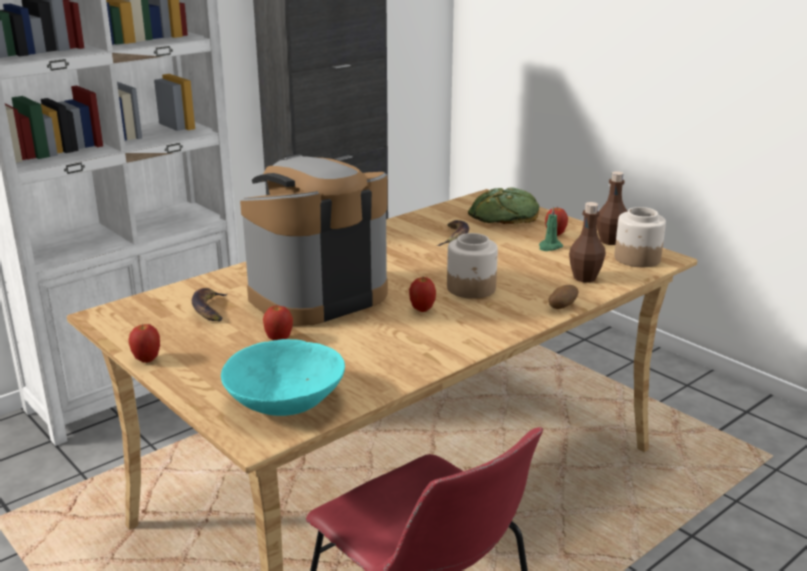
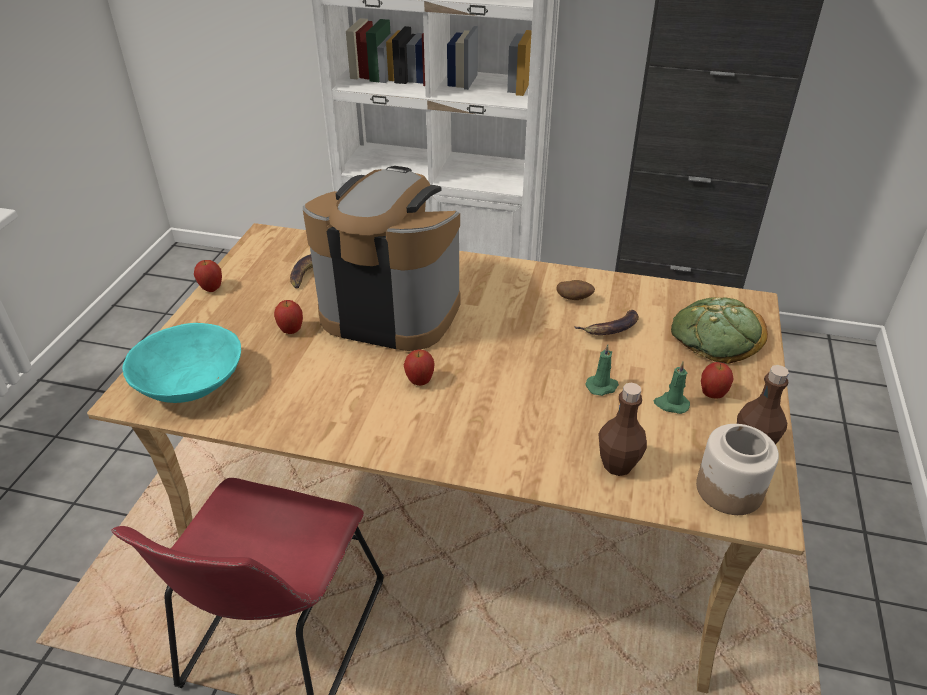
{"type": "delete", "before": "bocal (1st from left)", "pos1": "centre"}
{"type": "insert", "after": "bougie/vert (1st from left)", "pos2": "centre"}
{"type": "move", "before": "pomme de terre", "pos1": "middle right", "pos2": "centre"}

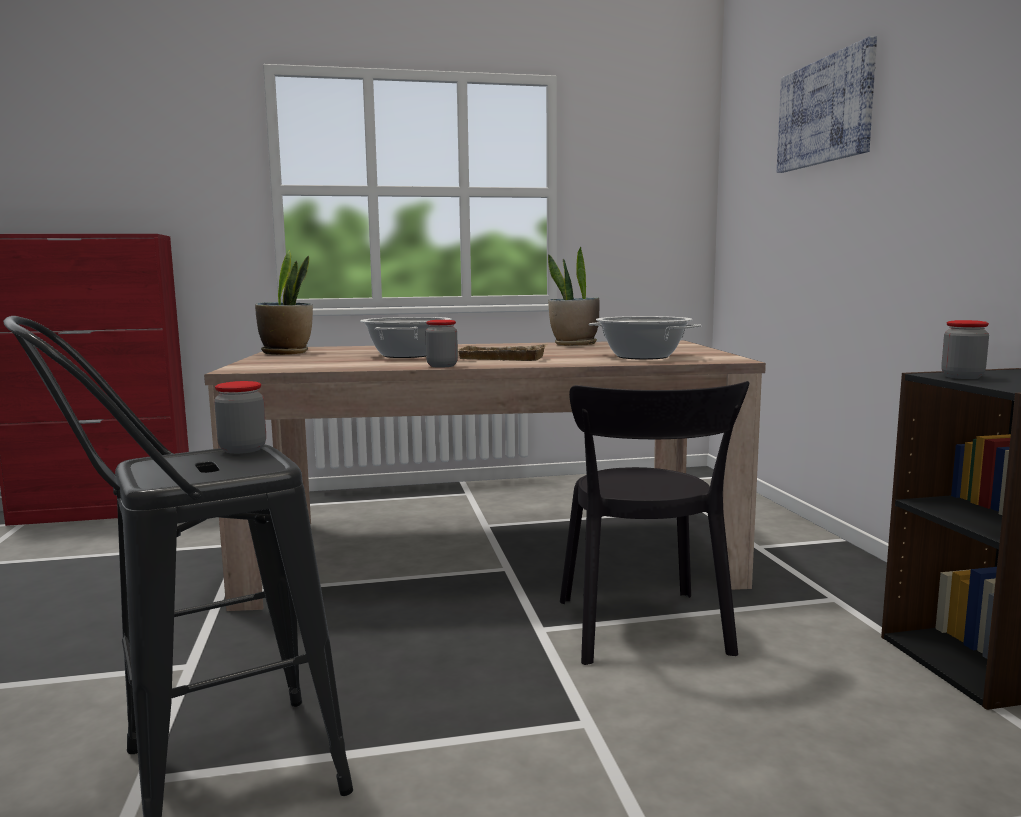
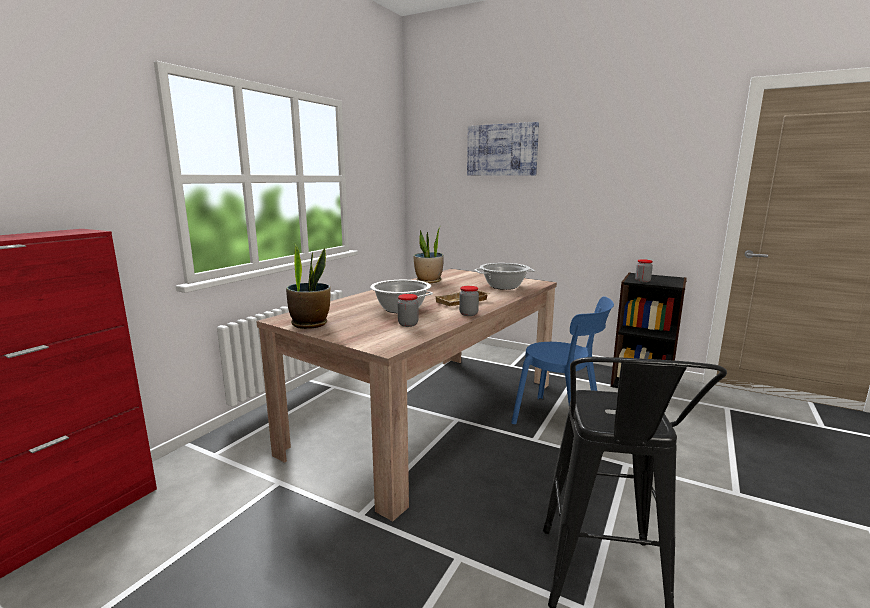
{"type": "move", "before": "bocal (1st from left)", "pos1": "middle left", "pos2": "centre"}
{"type": "recolor", "before": "chaise/noir", "after": "chaise/bleu", "pos1": "centre", "pos2": "centre"}

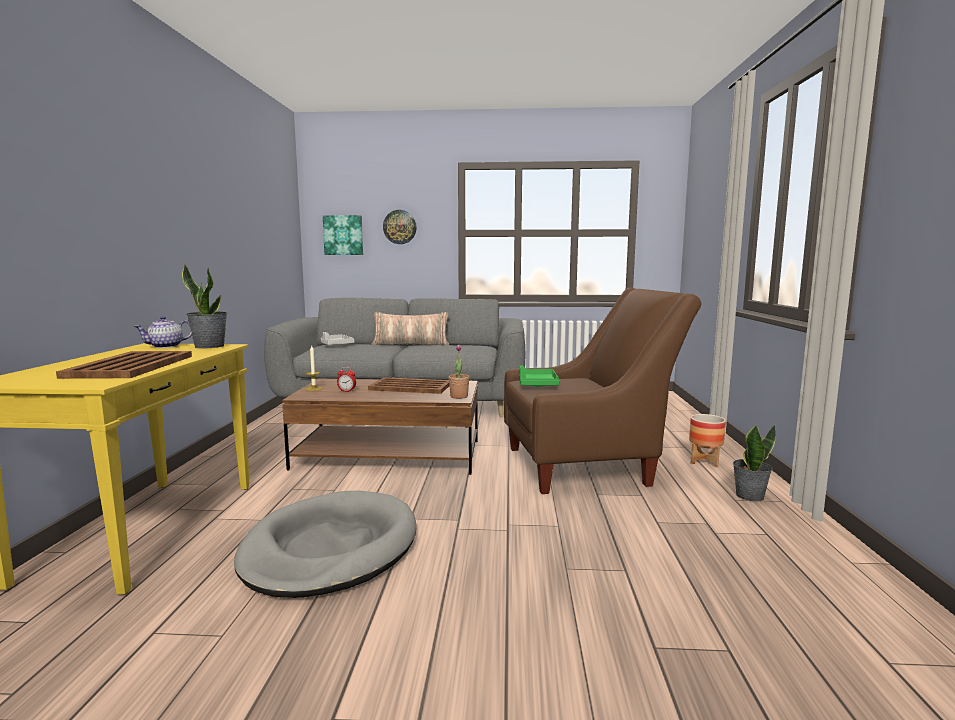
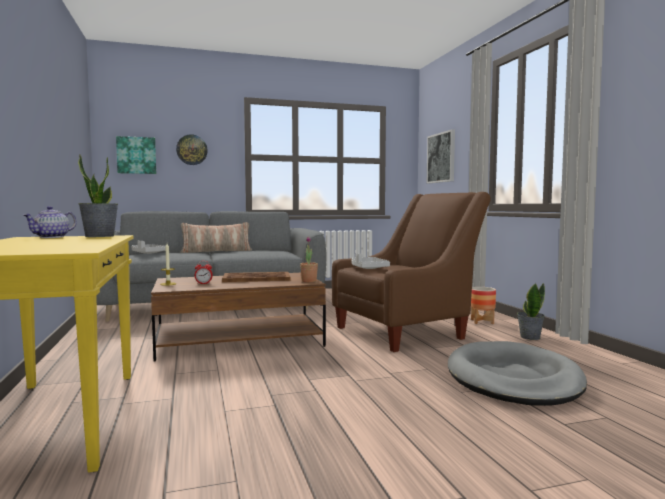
{"type": "delete", "before": "plateau/marron (1st from left)", "pos1": "middle left"}
{"type": "insert", "after": "tableau (2nd from left)", "pos2": "top centre"}
{"type": "move", "before": "panier pour chien/gris", "pos1": "bottom centre", "pos2": "bottom right"}
{"type": "recolor", "before": "plateau/vert", "after": "plateau/gris (2nd from left)", "pos1": "centre", "pos2": "centre"}

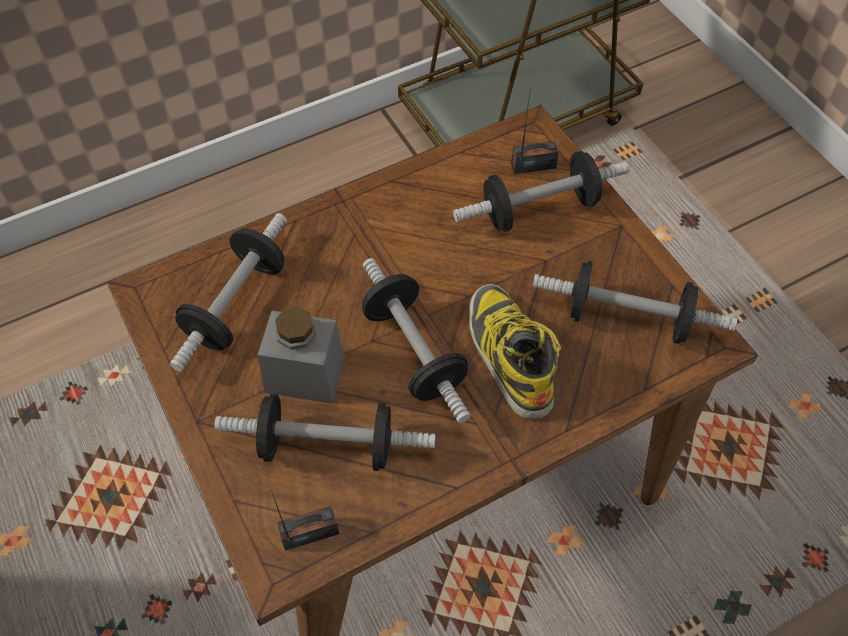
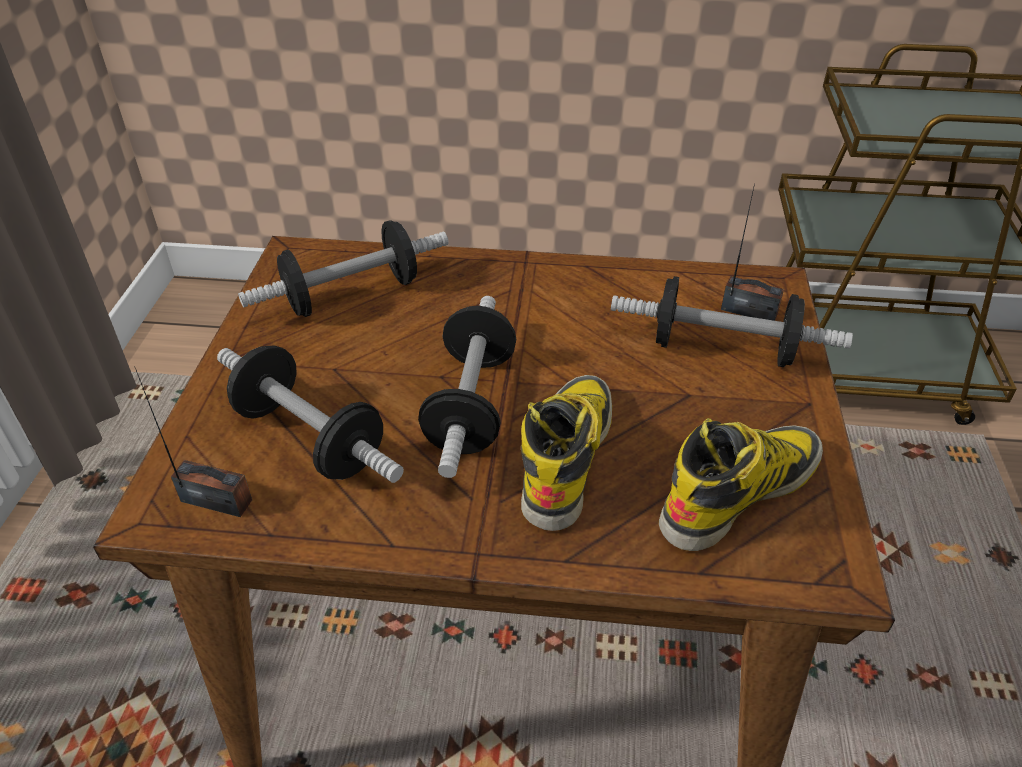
{"type": "delete", "before": "bocal/gris", "pos1": "centre"}
{"type": "replace", "before": "haltère (5th from left)", "after": "botte (2nd from left)", "pos1": "middle right", "pos2": "middle right"}

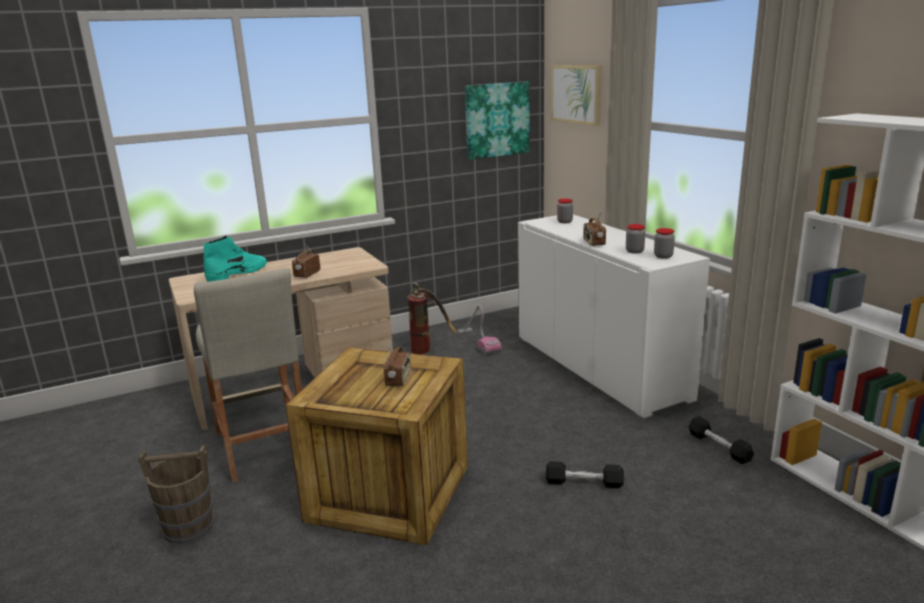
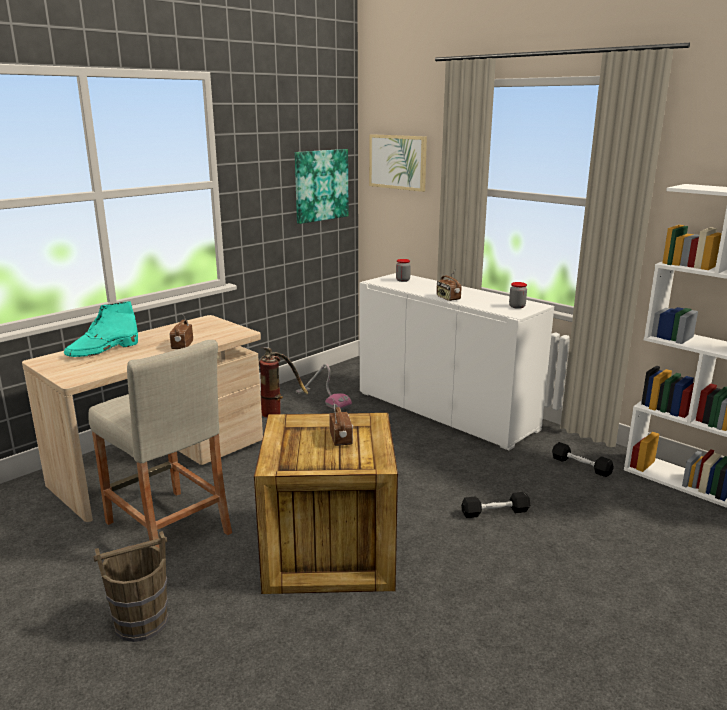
{"type": "delete", "before": "bocal (2nd from left)", "pos1": "middle right"}
{"type": "rotate", "before": "botte/turquoise", "pos1": "middle left", "pos2": "middle left", "turn": -150}

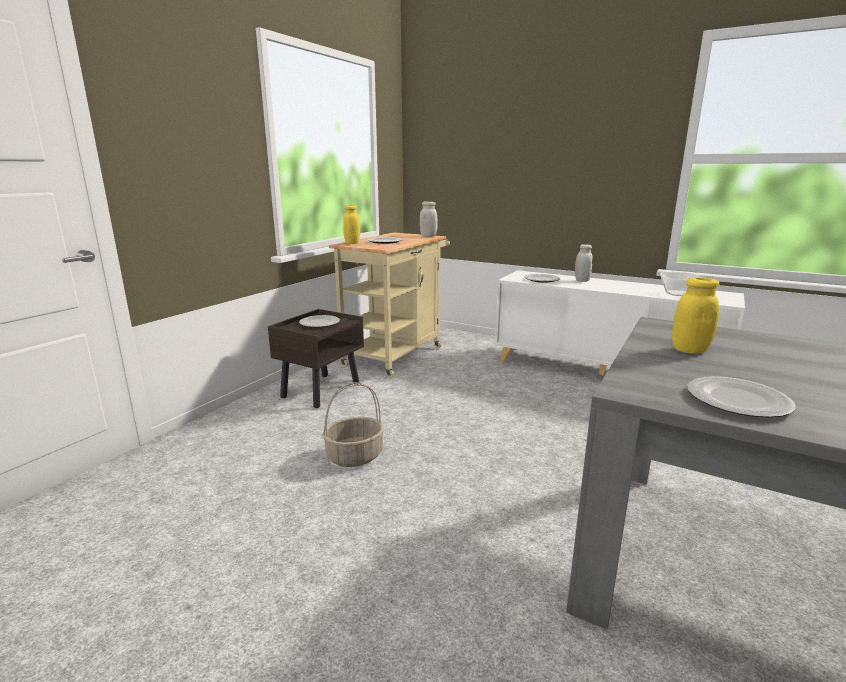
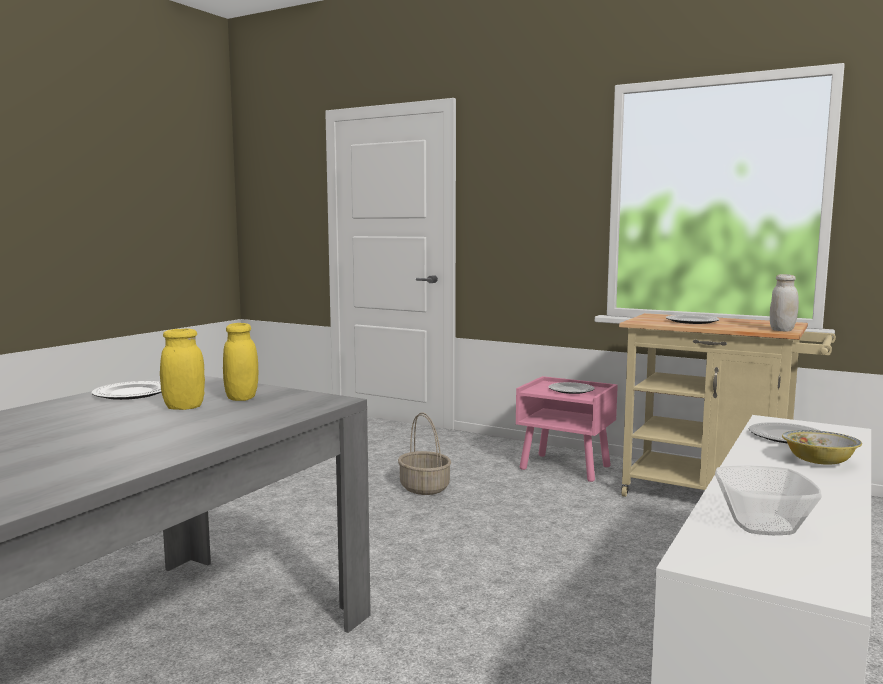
{"type": "move", "before": "bocal/jaune (1st from left)", "pos1": "top centre", "pos2": "middle left"}
{"type": "replace", "before": "bocal/blanc (2nd from left)", "after": "bol (2nd from left)", "pos1": "middle right", "pos2": "middle right"}
{"type": "recolor", "before": "table de chevet/marron", "after": "table de chevet/rose", "pos1": "centre", "pos2": "centre"}

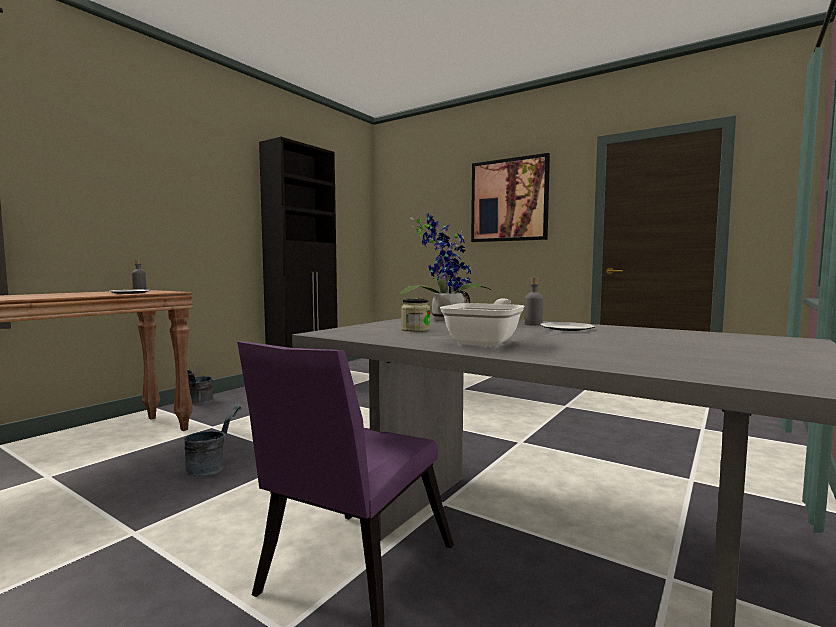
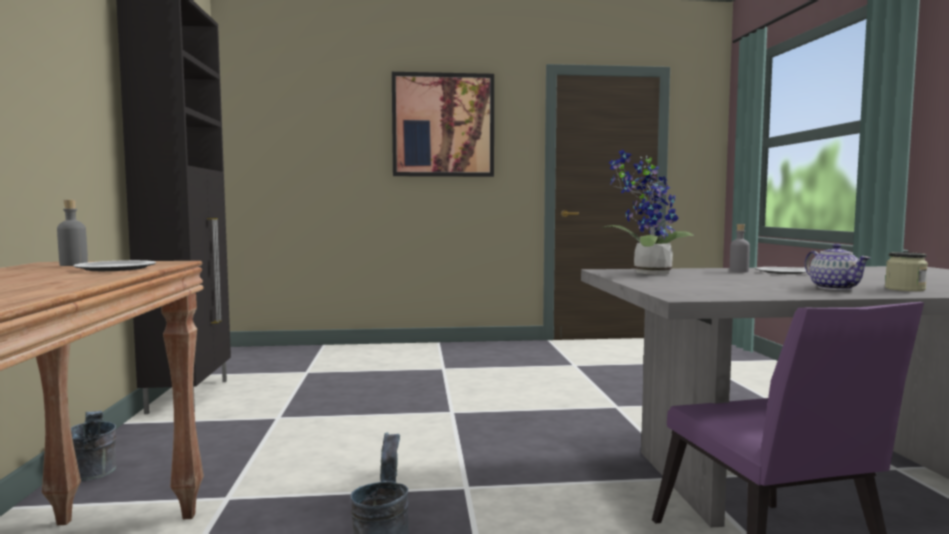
{"type": "move", "before": "bocal", "pos1": "centre", "pos2": "middle right"}
{"type": "replace", "before": "poêle", "after": "théière", "pos1": "centre", "pos2": "middle right"}

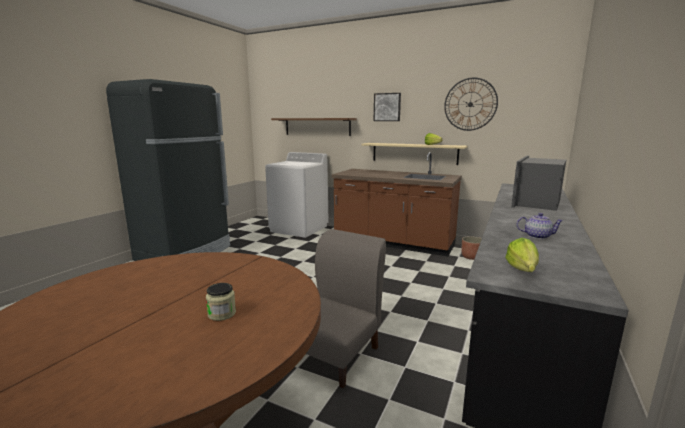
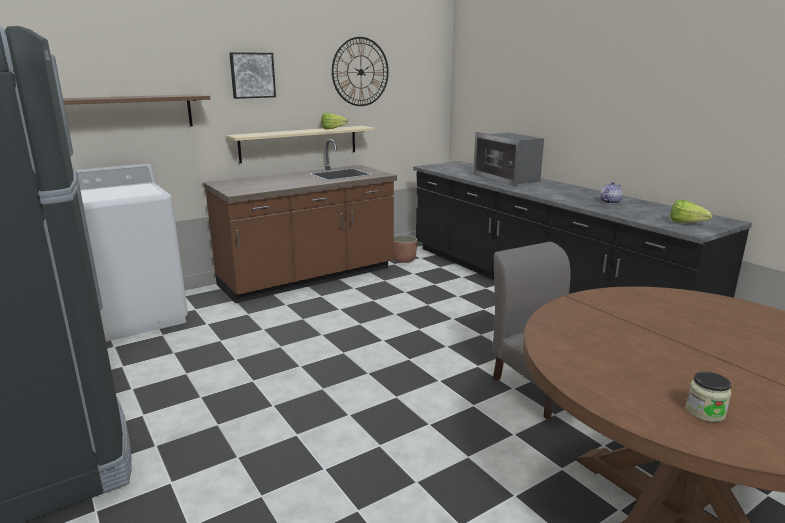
{"type": "move", "before": "bocal", "pos1": "bottom left", "pos2": "bottom right"}

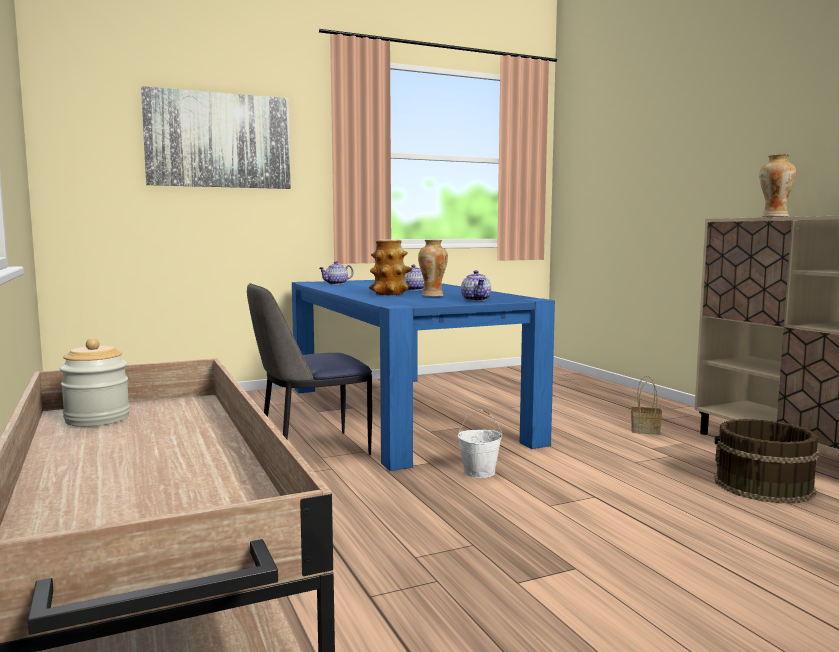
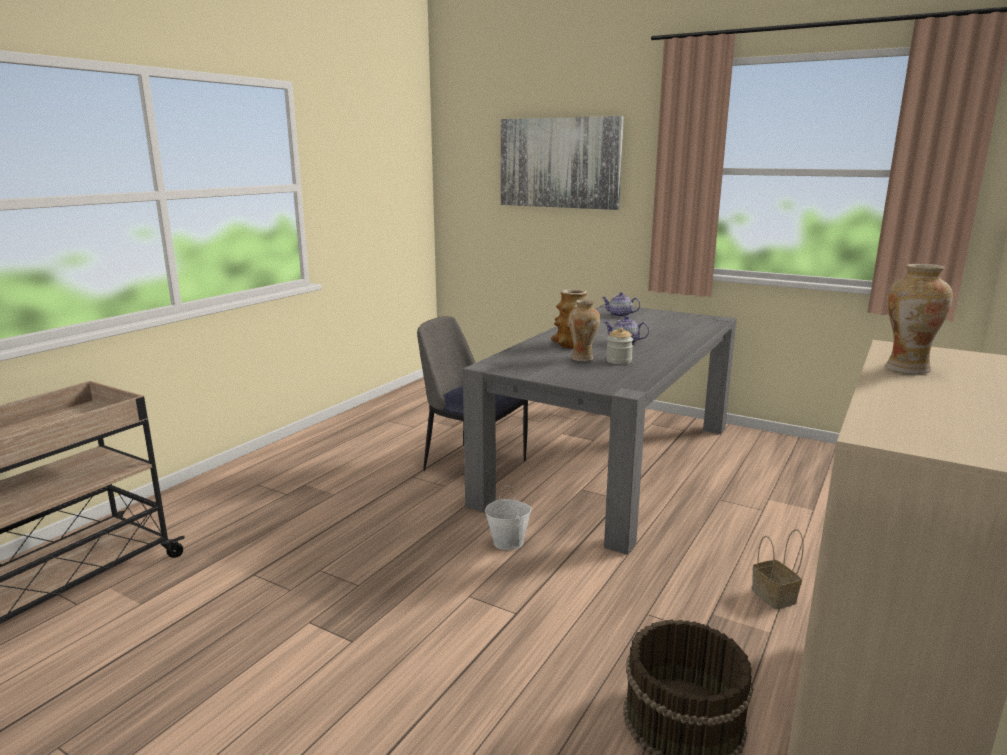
{"type": "delete", "before": "théière (3rd from left)", "pos1": "centre"}
{"type": "move", "before": "bocal", "pos1": "middle left", "pos2": "centre"}
{"type": "recolor", "before": "table à manger/bleu", "after": "table à manger/gris", "pos1": "centre", "pos2": "centre"}

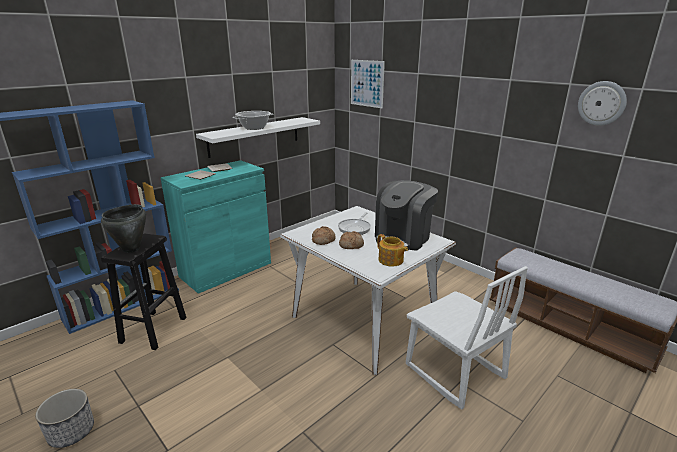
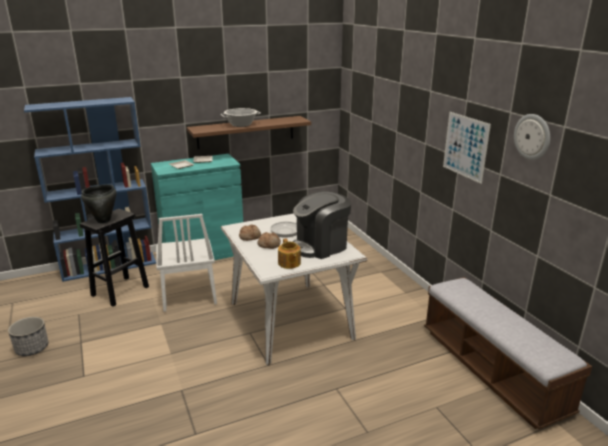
{"type": "move", "before": "tableau", "pos1": "top centre", "pos2": "top right"}
{"type": "move", "before": "chaise/blanc", "pos1": "bottom right", "pos2": "middle left"}
{"type": "recolor", "before": "étagère/blanc", "after": "étagère/marron", "pos1": "top centre", "pos2": "top centre"}

